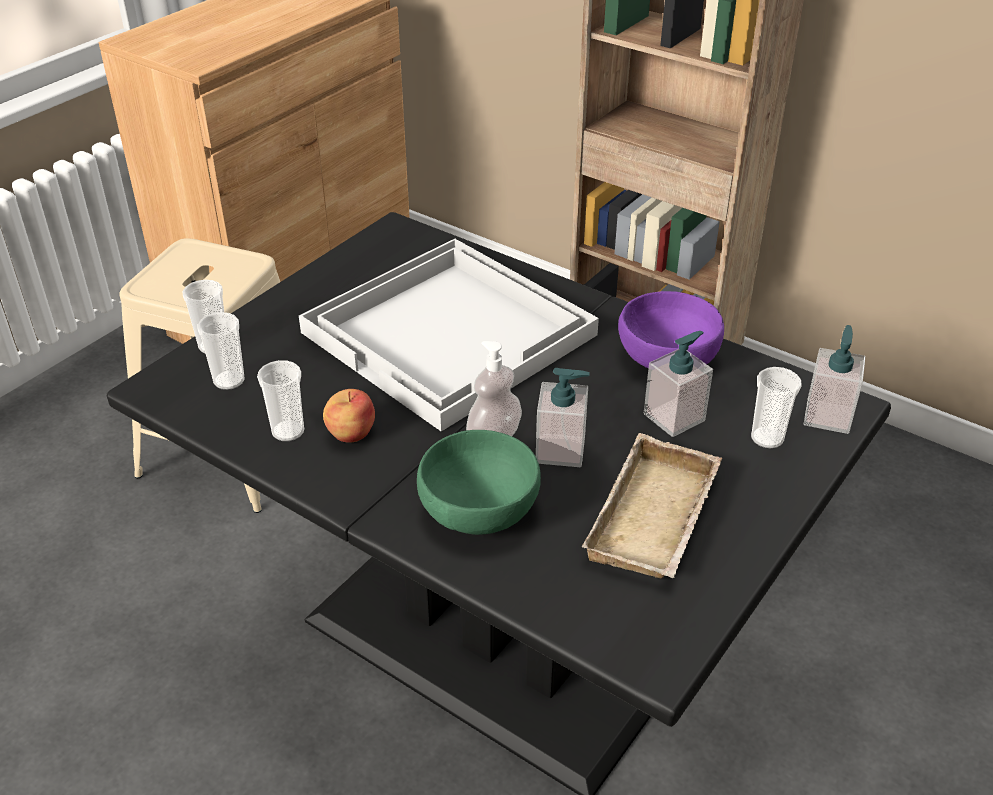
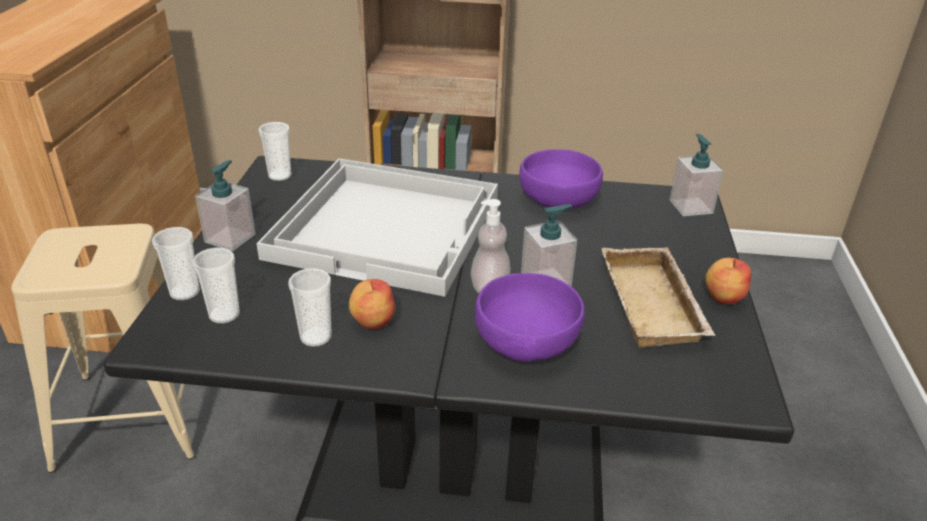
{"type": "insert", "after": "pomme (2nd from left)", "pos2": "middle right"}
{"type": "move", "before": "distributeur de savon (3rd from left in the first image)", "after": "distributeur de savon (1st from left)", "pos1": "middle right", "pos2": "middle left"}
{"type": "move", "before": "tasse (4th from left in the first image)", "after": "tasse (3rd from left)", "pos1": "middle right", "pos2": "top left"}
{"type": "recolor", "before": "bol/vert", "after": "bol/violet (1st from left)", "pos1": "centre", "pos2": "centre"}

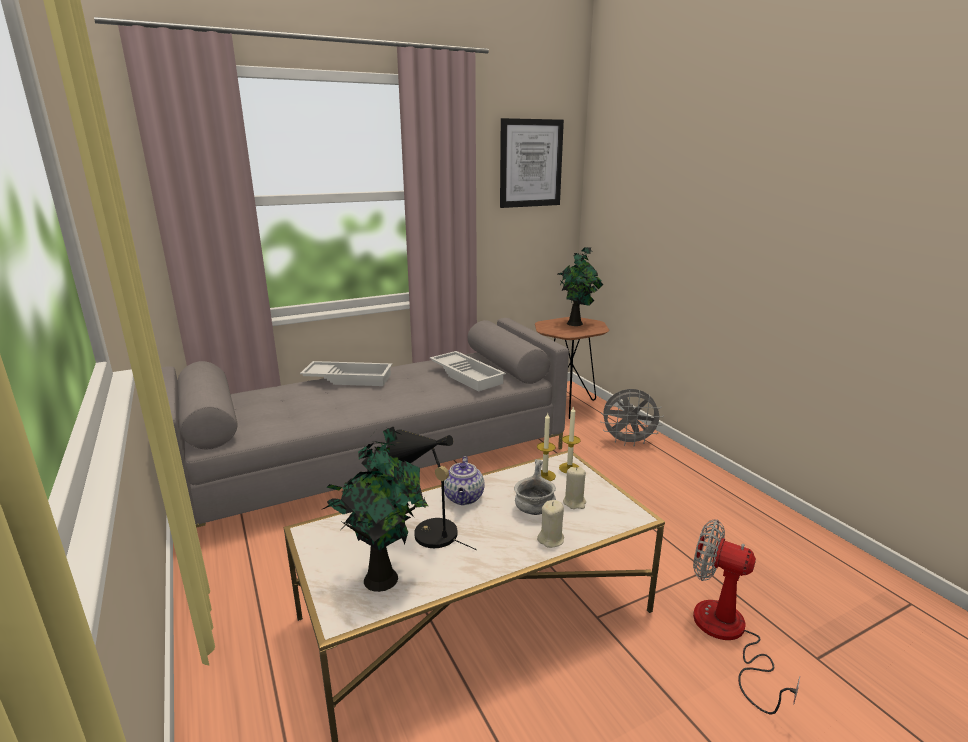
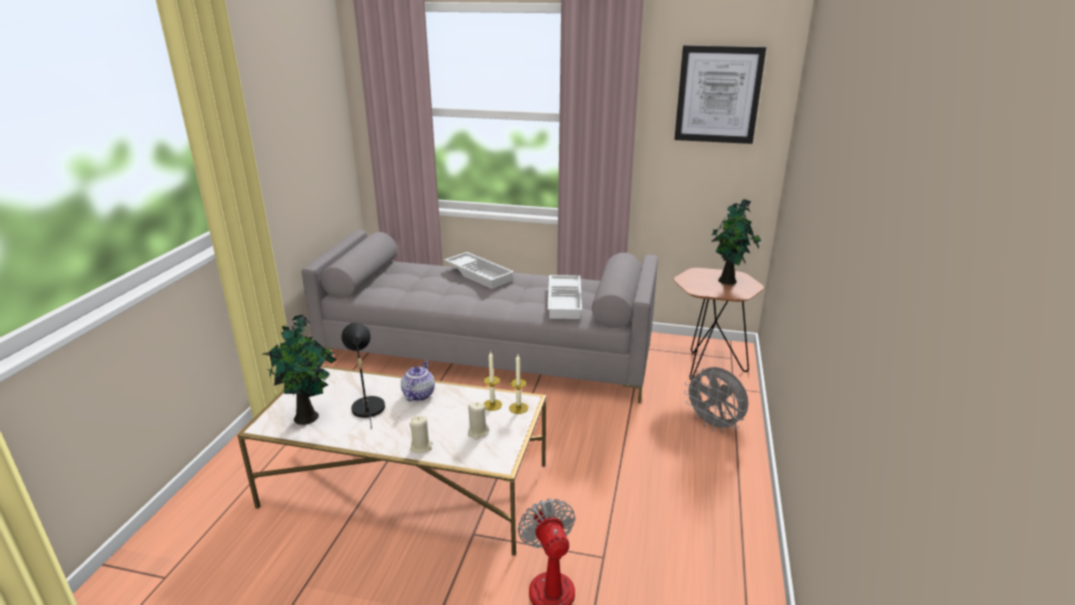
{"type": "delete", "before": "bol/gris", "pos1": "centre"}
{"type": "rotate", "before": "théière", "pos1": "centre", "pos2": "centre", "turn": 150}

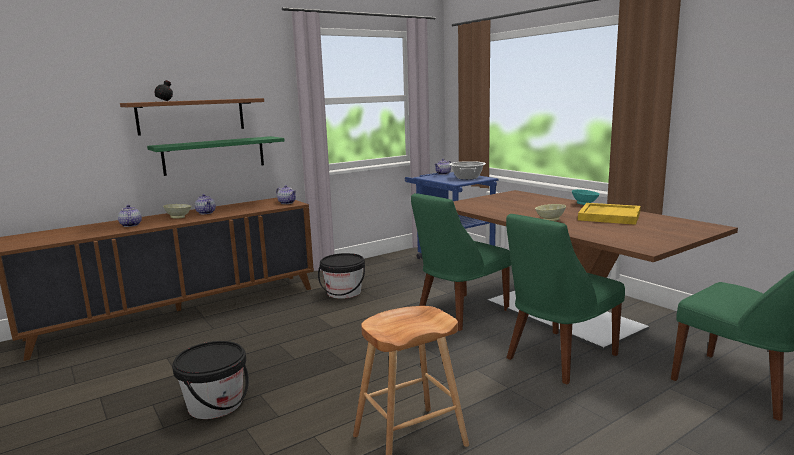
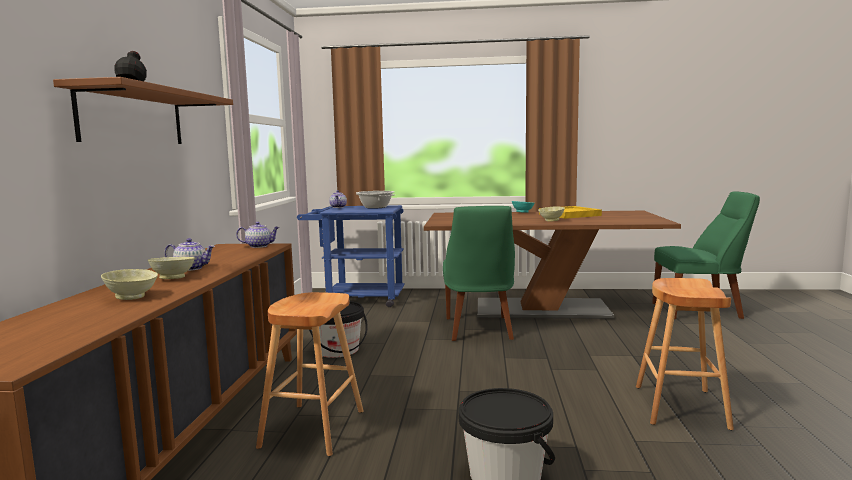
{"type": "delete", "before": "étagère/vert", "pos1": "middle left"}
{"type": "delete", "before": "chaise/vert (2nd from left)", "pos1": "middle right"}
{"type": "insert", "after": "tabouret/marron (1st from left)", "pos2": "bottom centre"}
{"type": "replace", "before": "théière (1st from left)", "after": "bol/beige (1st from left)", "pos1": "middle left", "pos2": "middle left"}

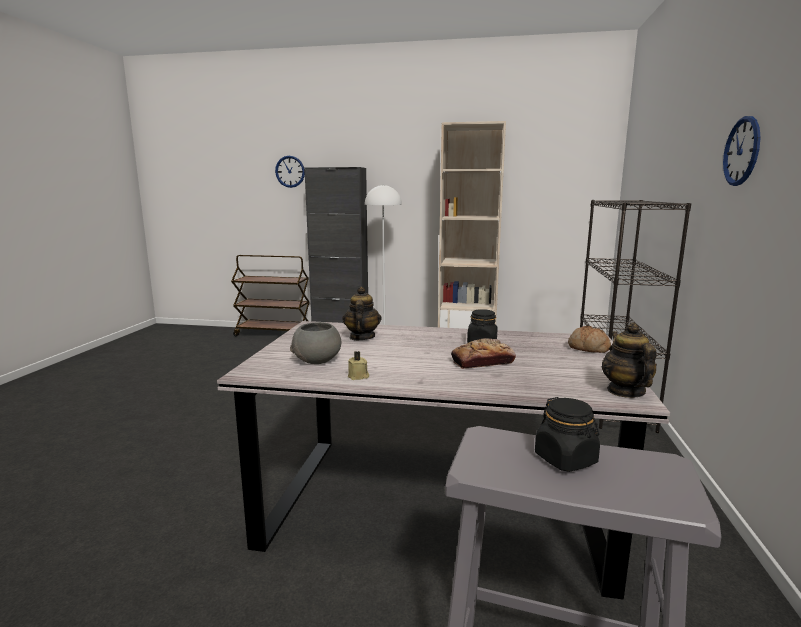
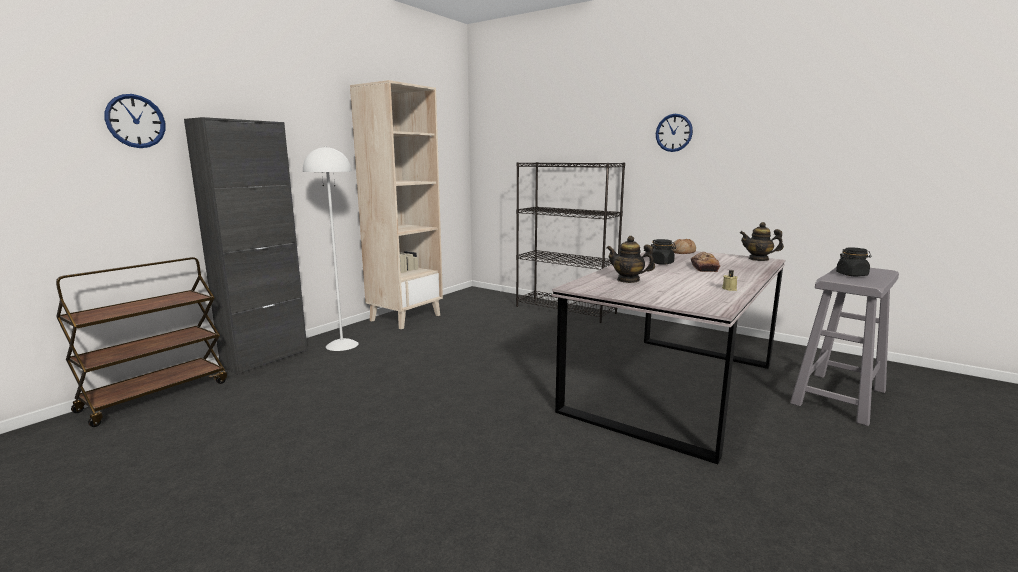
{"type": "delete", "before": "bol/gris", "pos1": "centre"}

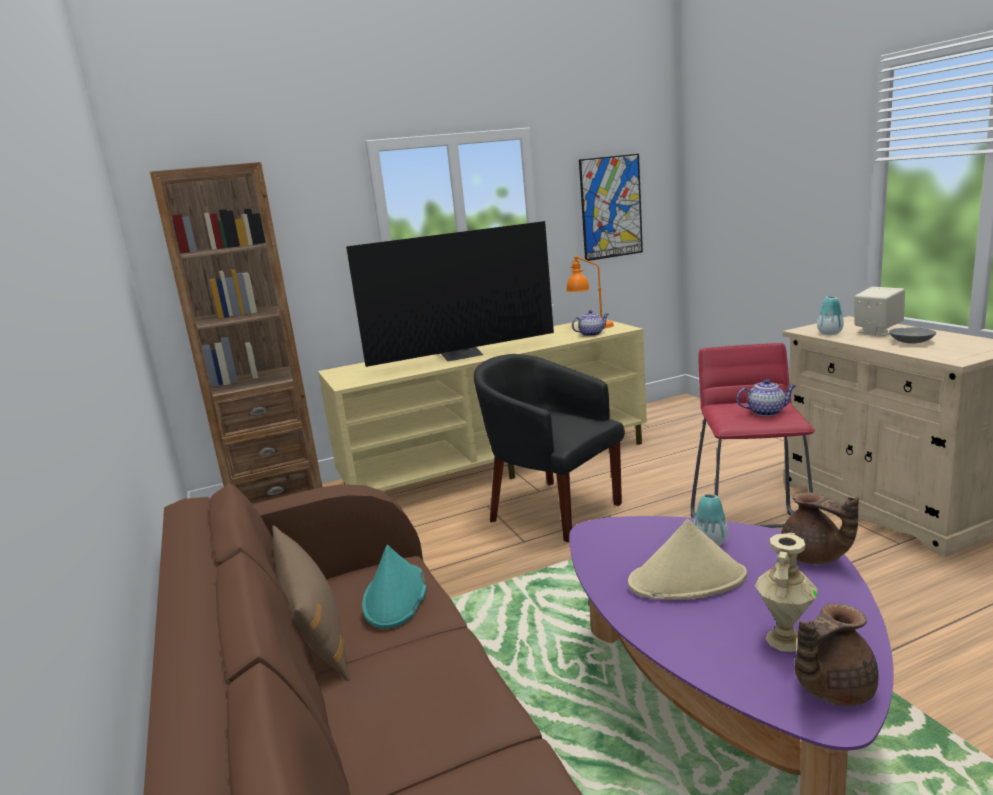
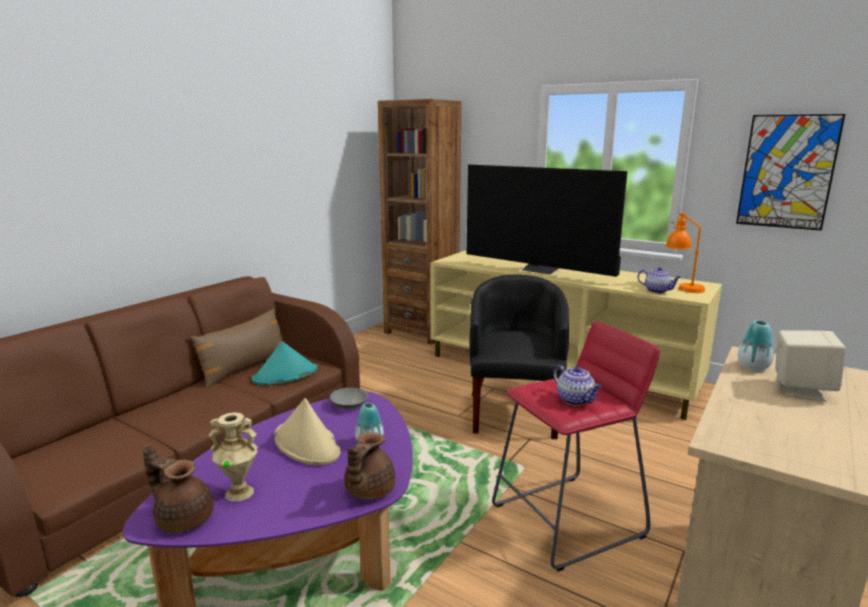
{"type": "move", "before": "bol/gris", "pos1": "middle right", "pos2": "centre"}

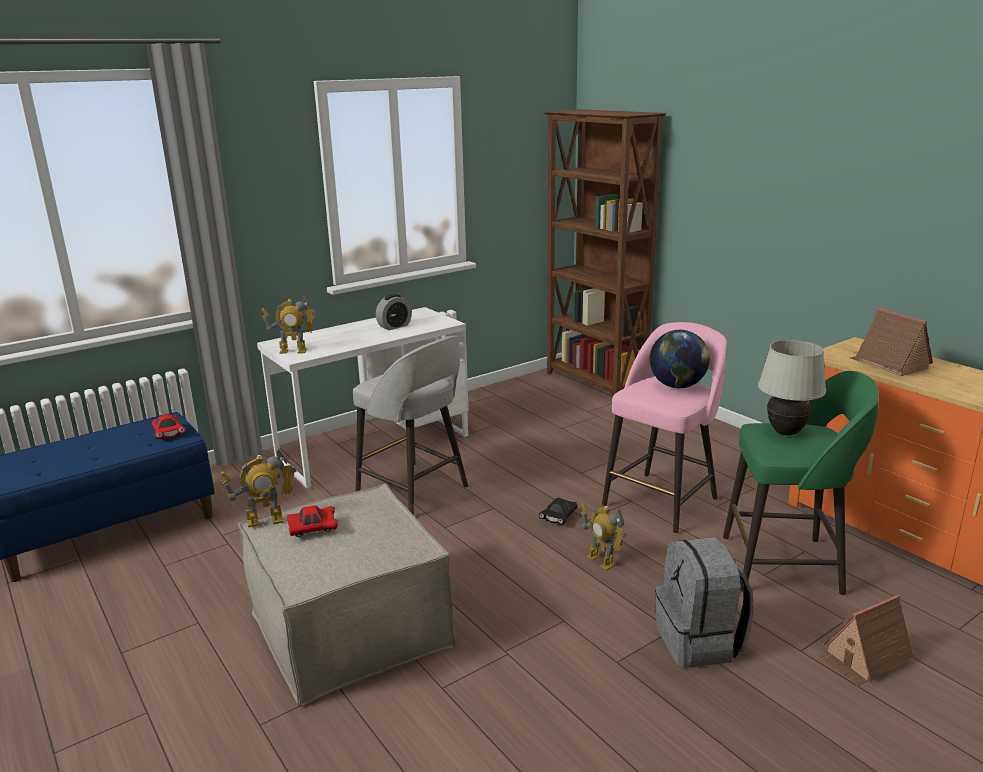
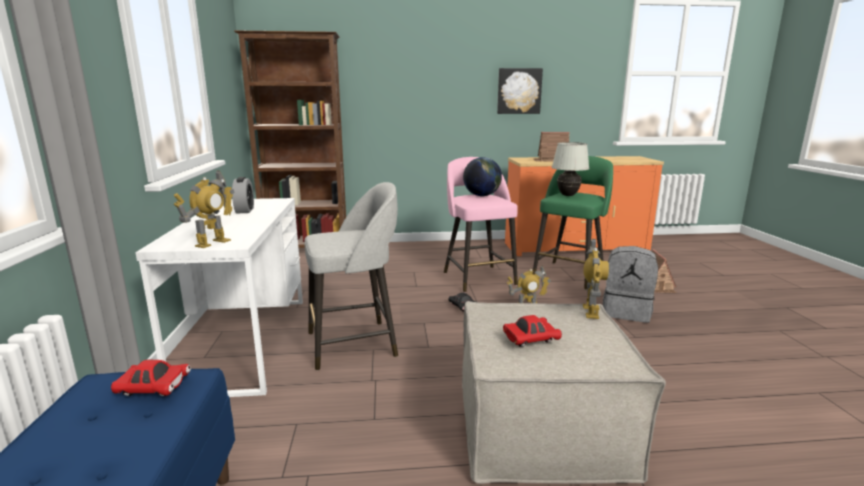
{"type": "insert", "after": "tableau", "pos2": "top centre"}
{"type": "move", "before": "robot jouet (1st from left in the first image)", "after": "robot jouet (3rd from left)", "pos1": "middle left", "pos2": "middle right"}
{"type": "rotate", "before": "petite voiture/rouge (2nd from left)", "pos1": "bottom left", "pos2": "bottom centre", "turn": 60}

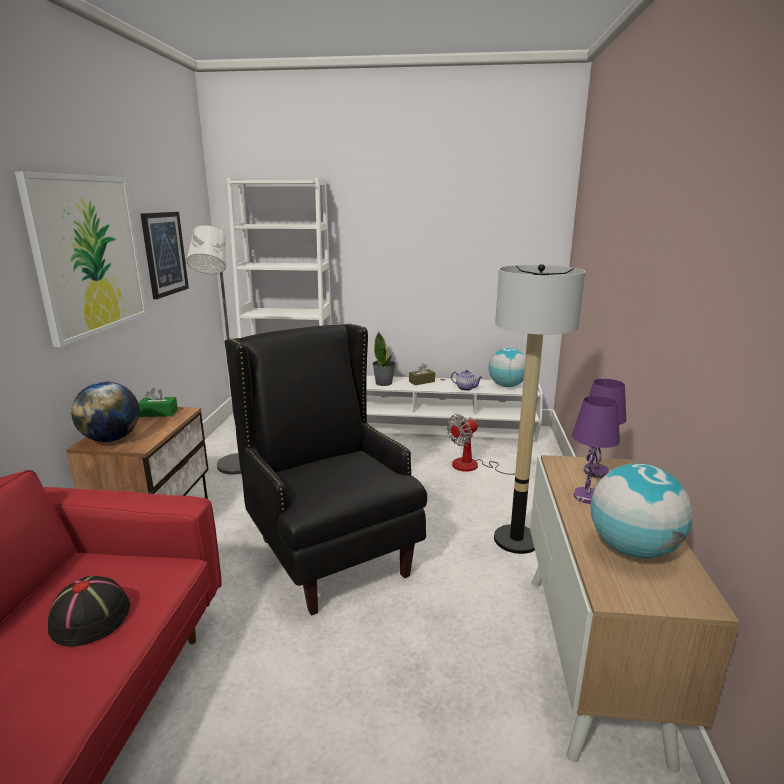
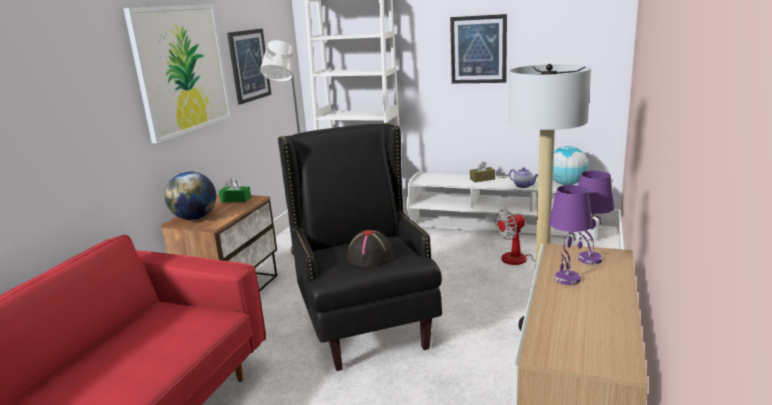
{"type": "delete", "before": "plante en pot", "pos1": "centre"}
{"type": "delete", "before": "globe (3rd from left)", "pos1": "middle right"}
{"type": "insert", "after": "tableau (3rd from left)", "pos2": "top centre"}
{"type": "move", "before": "chapeau/noir", "pos1": "bottom left", "pos2": "centre"}

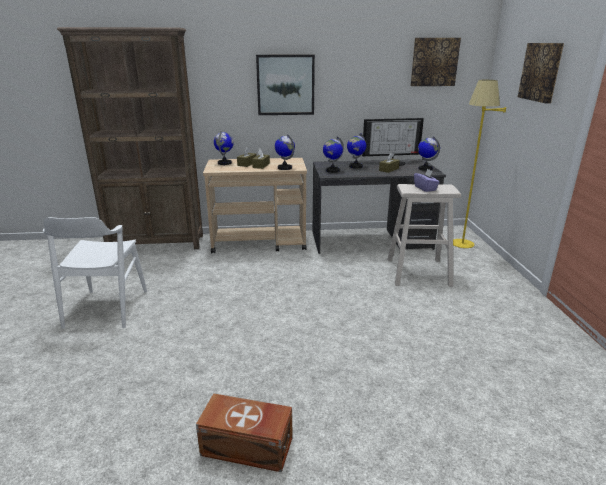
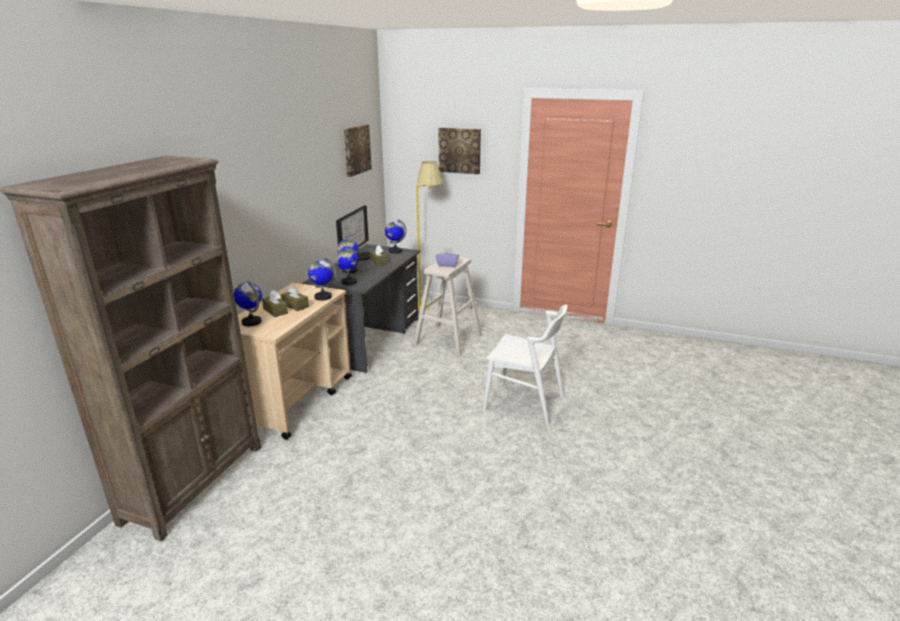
{"type": "delete", "before": "boîte de rangement/marron", "pos1": "bottom centre"}
{"type": "delete", "before": "tableau (1st from left)", "pos1": "top centre"}
{"type": "move", "before": "chaise/blanc", "pos1": "middle left", "pos2": "centre"}

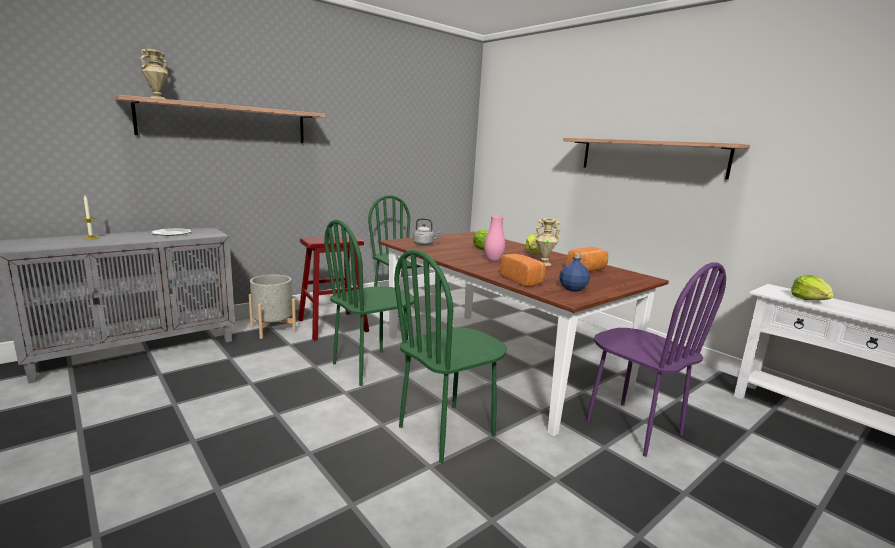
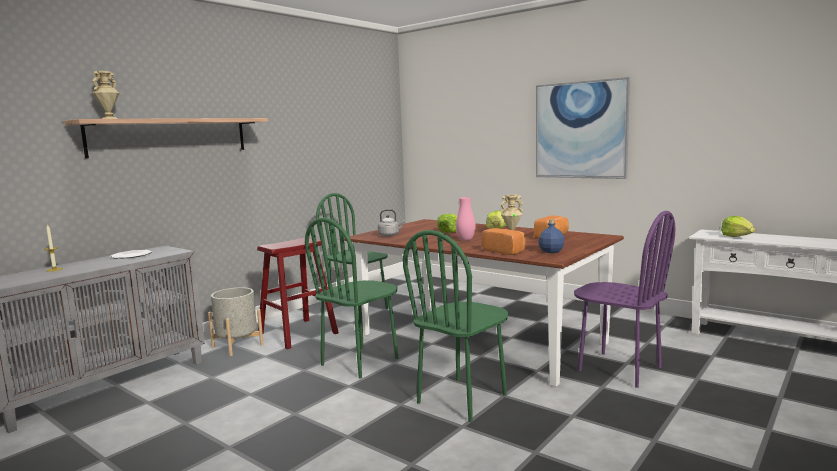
{"type": "replace", "before": "étagère (2nd from left)", "after": "tableau", "pos1": "top right", "pos2": "top right"}

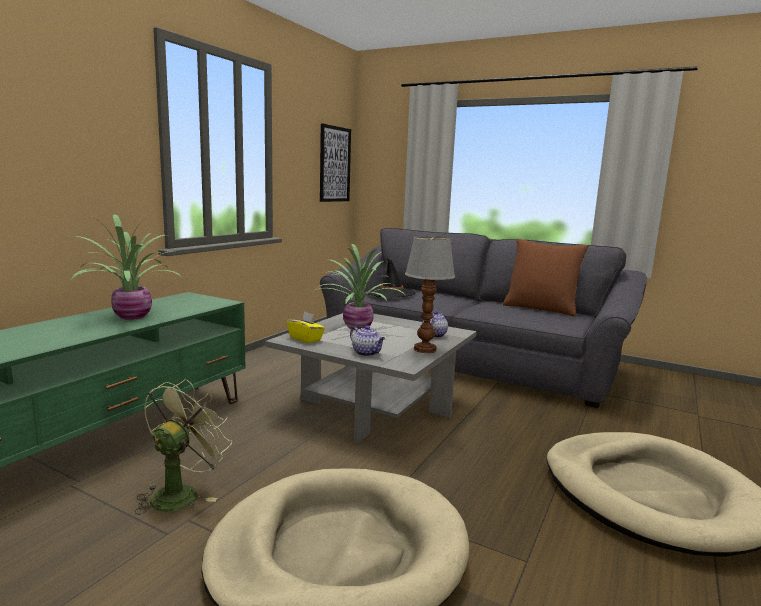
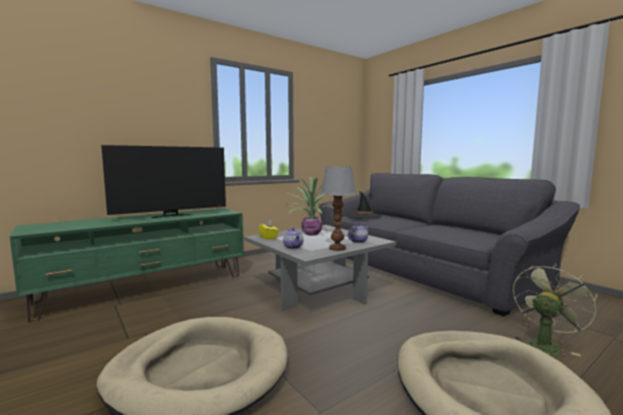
{"type": "delete", "before": "tableau", "pos1": "top centre"}
{"type": "delete", "before": "coussin/marron", "pos1": "middle right"}
{"type": "move", "before": "ventilateur/vert", "pos1": "bottom left", "pos2": "bottom right"}
{"type": "replace", "before": "plante en pot (1st from left)", "after": "téléviseur", "pos1": "middle left", "pos2": "middle left"}

